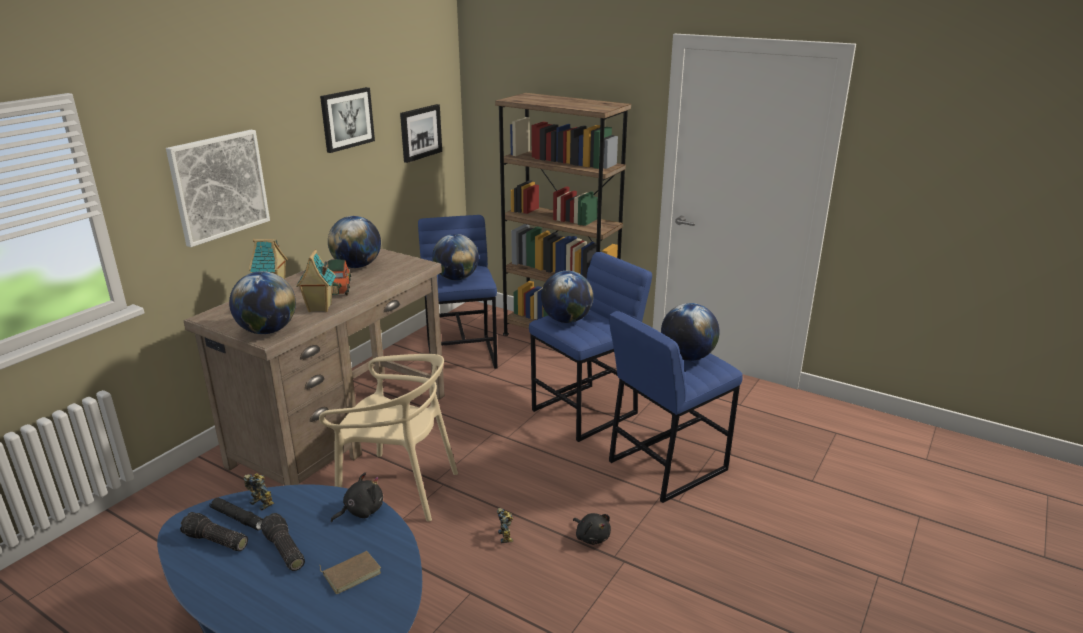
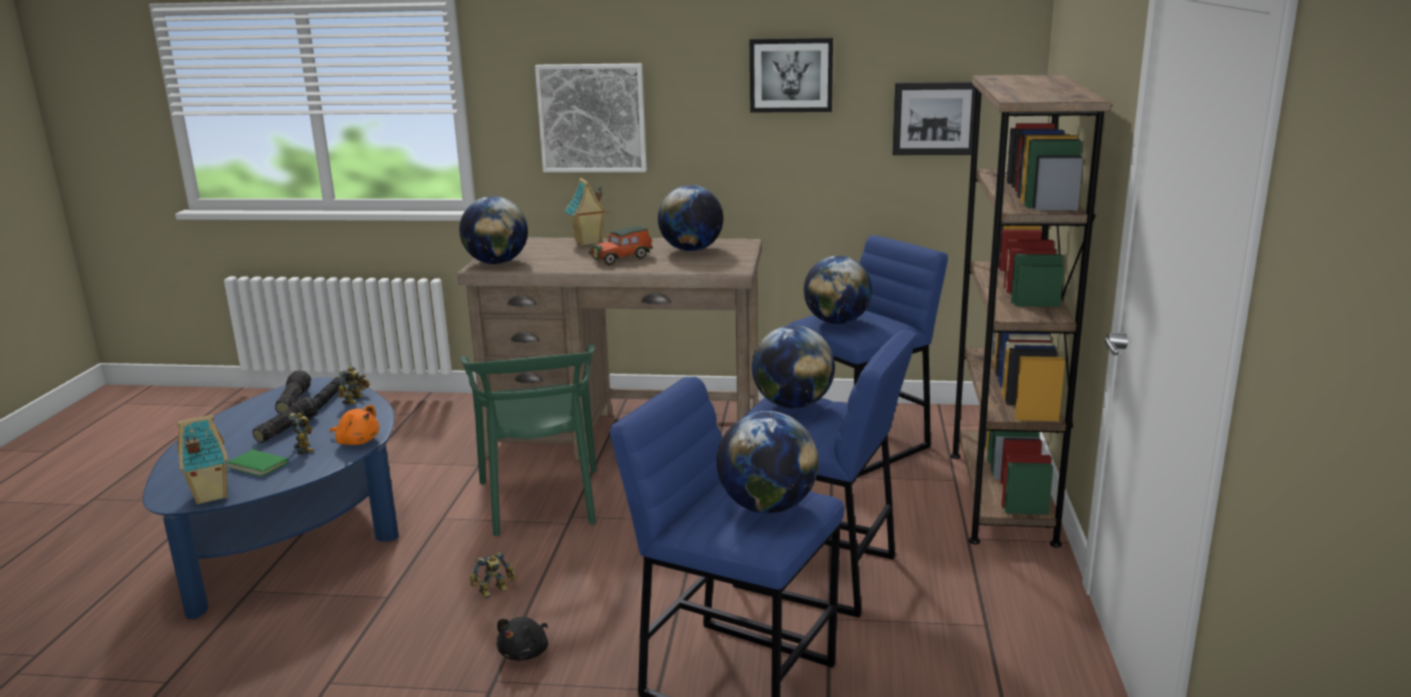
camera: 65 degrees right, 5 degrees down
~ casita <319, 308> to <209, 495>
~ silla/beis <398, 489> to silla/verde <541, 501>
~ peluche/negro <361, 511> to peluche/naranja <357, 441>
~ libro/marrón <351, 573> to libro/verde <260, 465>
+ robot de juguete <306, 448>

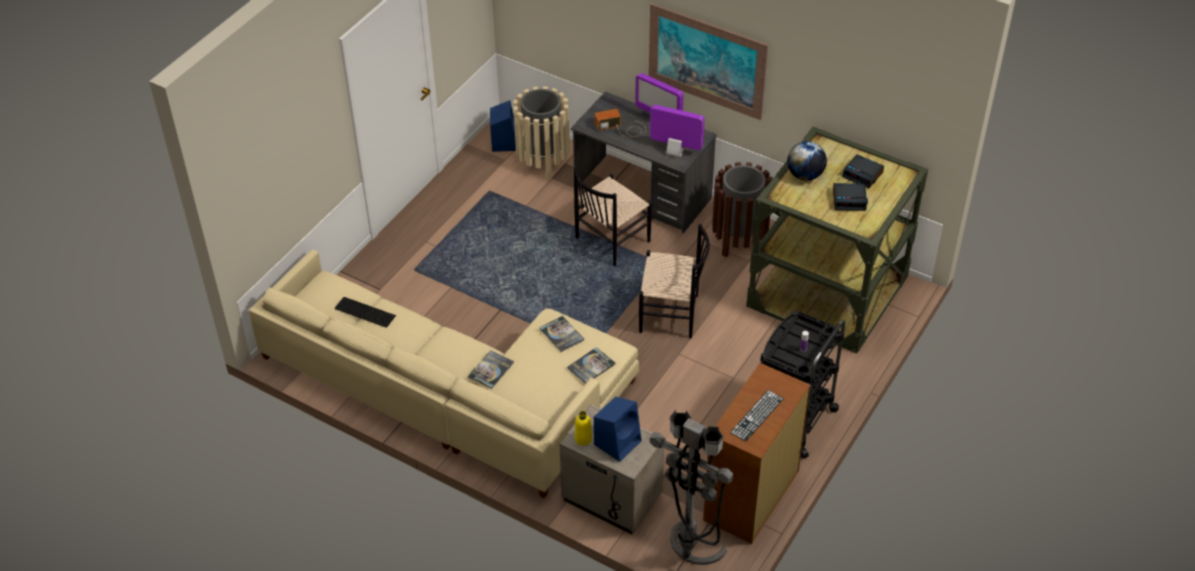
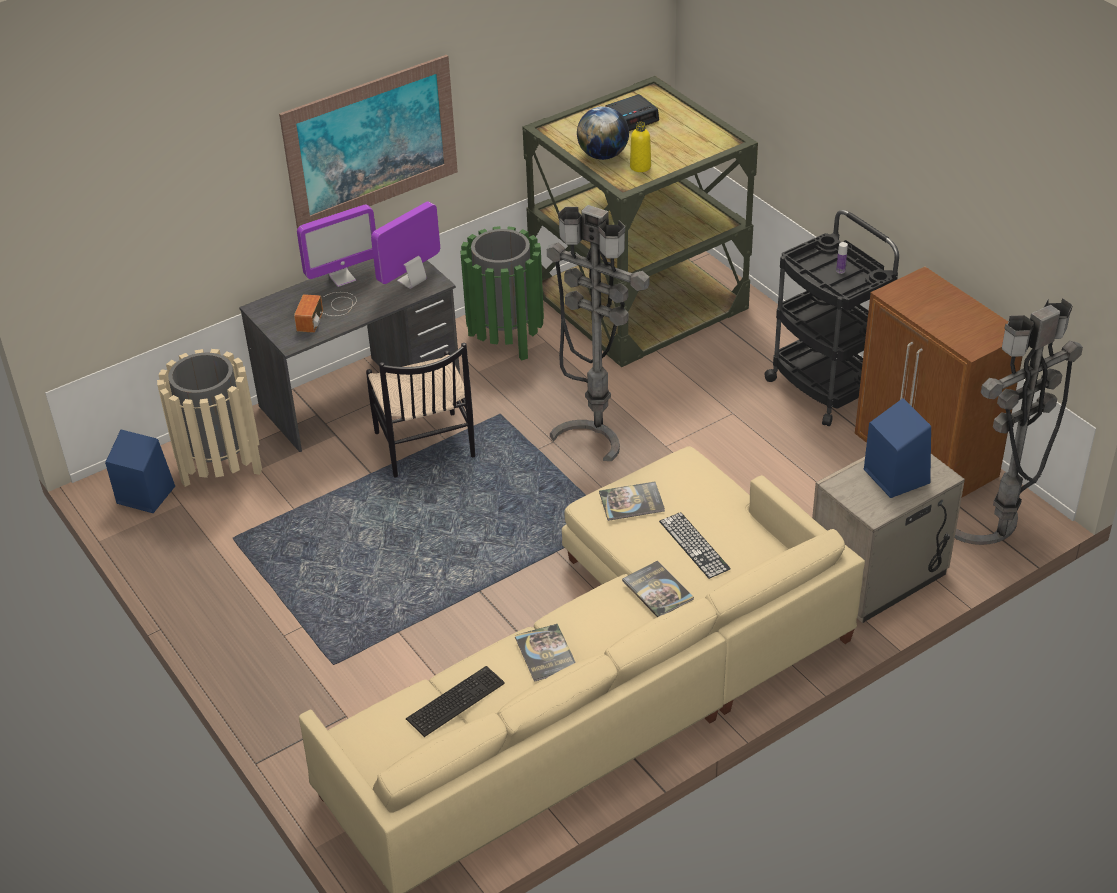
camera: 65 degrees left, 5 degrees down
~ papelera/marrón <739, 240> to papelera/verde <506, 339>
- despertador <849, 200>
~ silla/negro <672, 314> to lámpara de pie/gris <595, 432>
~ libro <591, 366> to <546, 653>
~ teclado <757, 415> to <694, 545>
~ botella/amarillo <583, 439> to <640, 167>

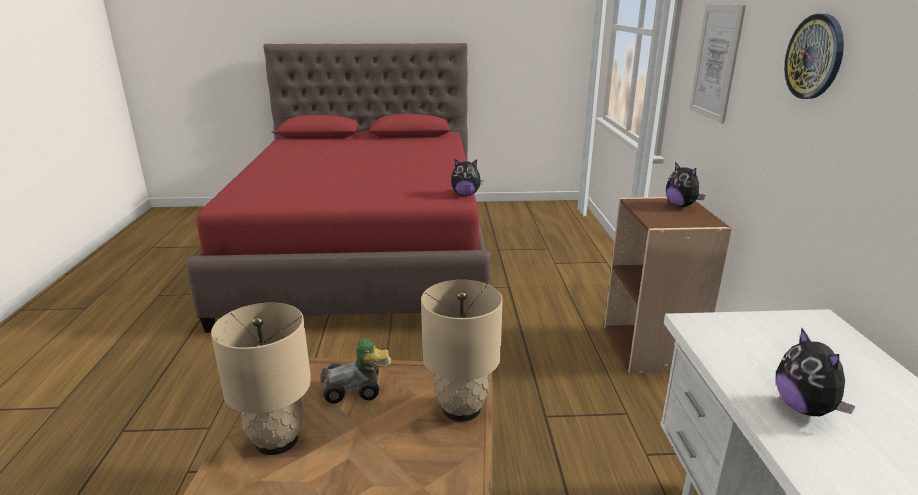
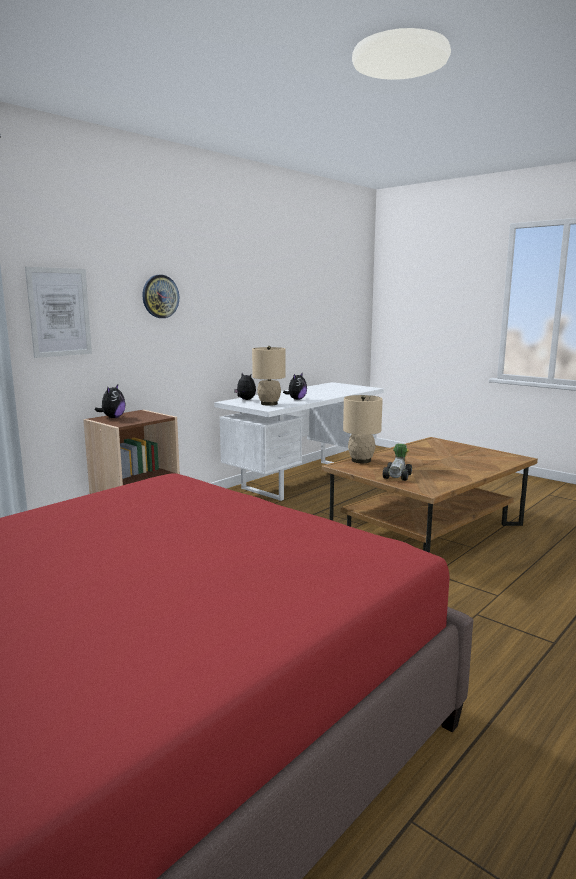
camera: 135 degrees left, 10 degrees down
~ peluche <466, 194> to <245, 400>
~ lámpara de mesa/beis <277, 440> to <269, 404>
~ coche de juguete <356, 390> = <398, 476> 75 degrees clockwise

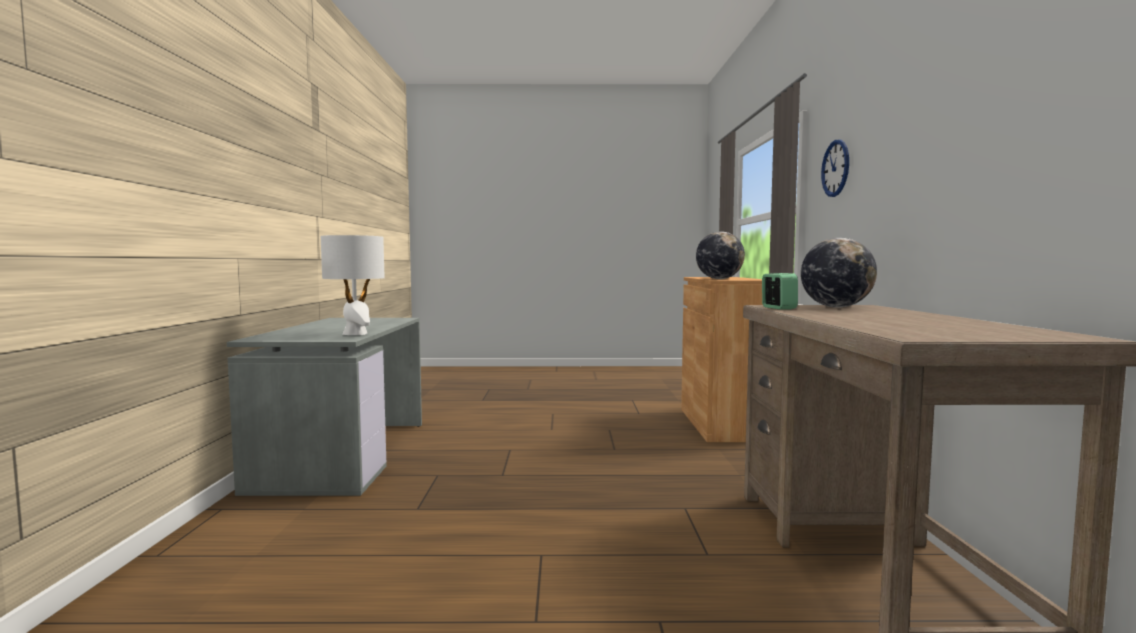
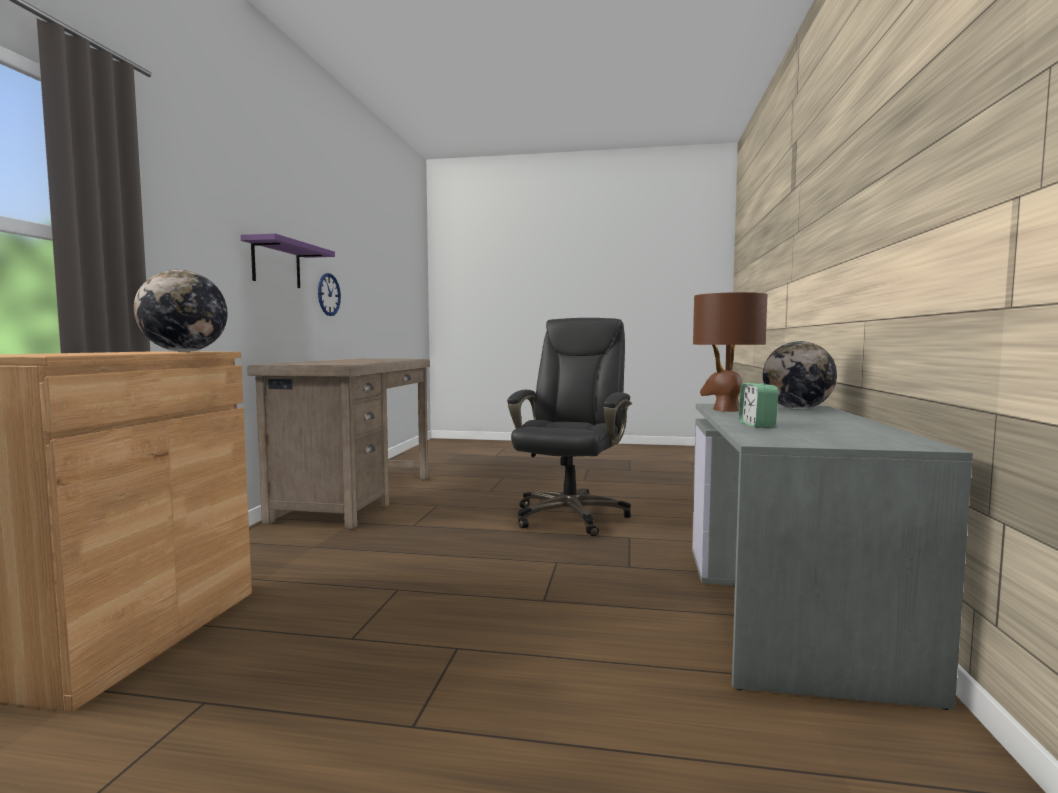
camera: 170 degrees left, 0 degrees up
~ reloj de pared <835, 168> to <328, 294>
~ lámpara de mesa/blanco <355, 334> to lámpara de mesa/marrón <726, 410>
~ globo terráqueo <836, 307> to <797, 409>
~ despertador <778, 308> to <757, 425>
+ estante/morado <276, 264>
+ silla de oficina/negro <569, 518>

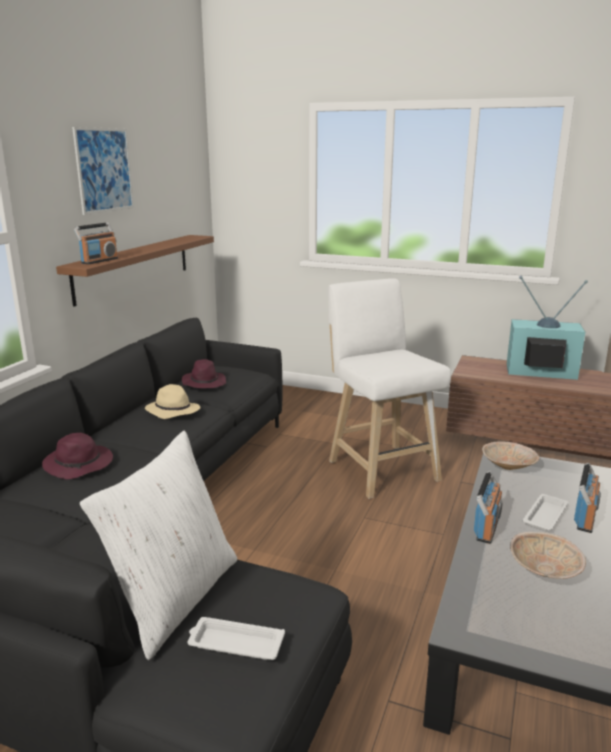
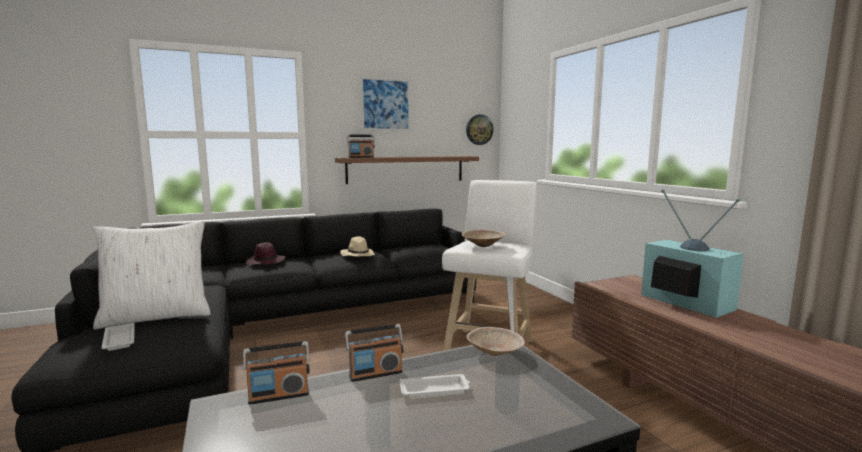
camera: 45 degrees right, 10 degrees down
- sombrero/morado <204, 383>
~ radio <585, 518> to <279, 395>
~ cuenco/beis <544, 571> to <482, 246>
+ reloj de pared <479, 129>

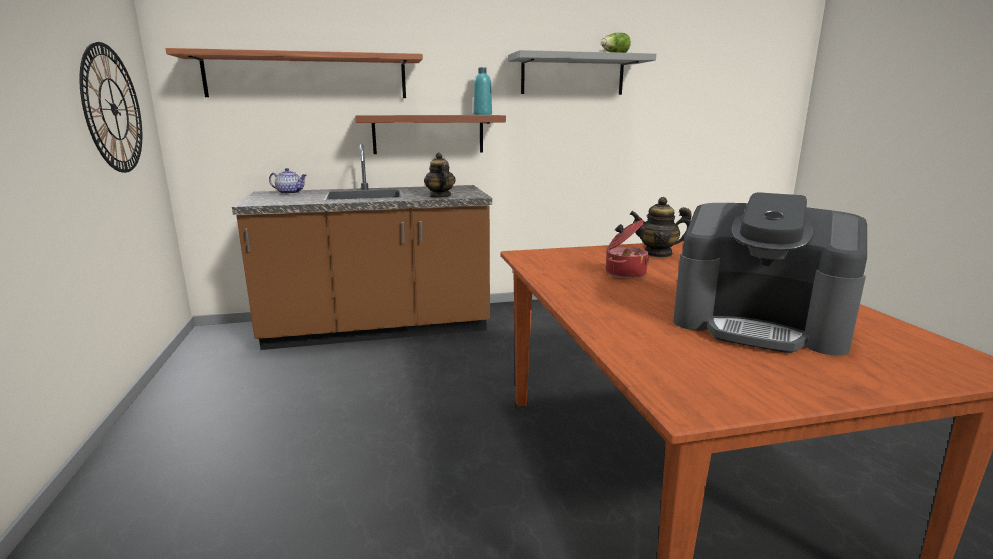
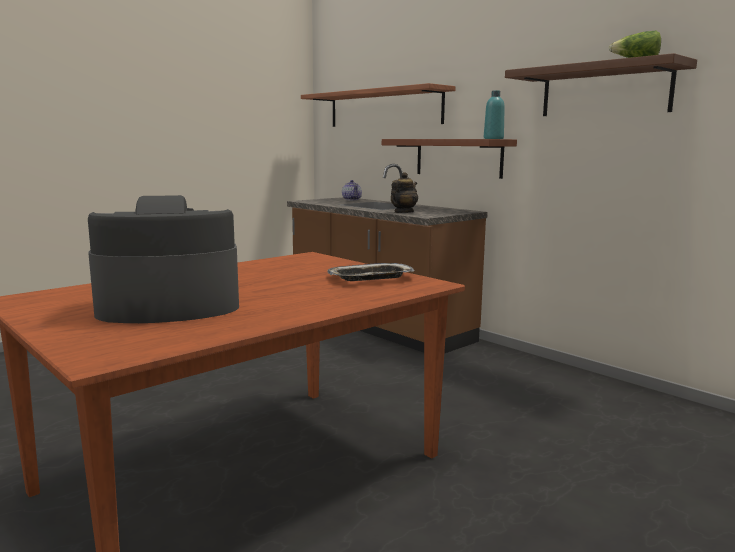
camera: 60 degrees right, 5 degrees down
- reloj de pared <113, 109>
~ estante/gris <572, 75> to estante/marrón <604, 91>
~ cafetera <759, 324> = <168, 306> 75 degrees clockwise
~ tetera <658, 253> to bandeja <370, 278>
- olla <624, 273>

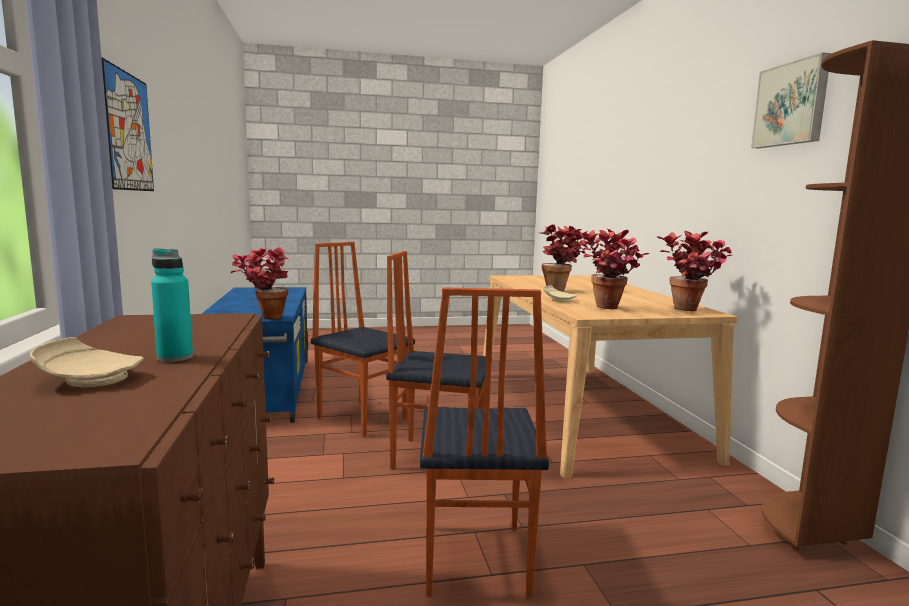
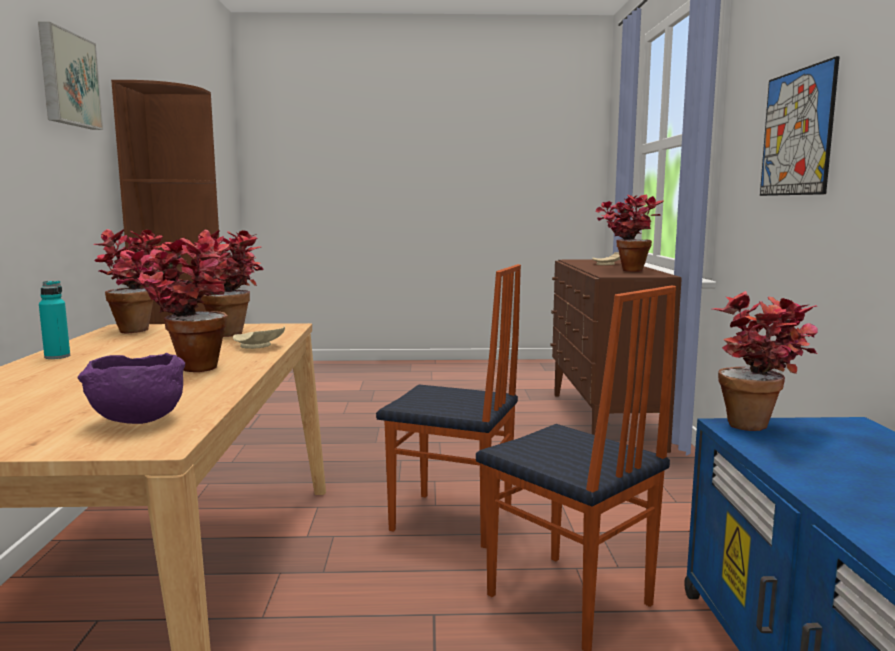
camera: 170 degrees left, 0 degrees up
~ botella/turquesa <175, 357> to <57, 356>
- silla <473, 559>
+ planta en maceta <625, 270>
+ cuenco/morado <136, 421>

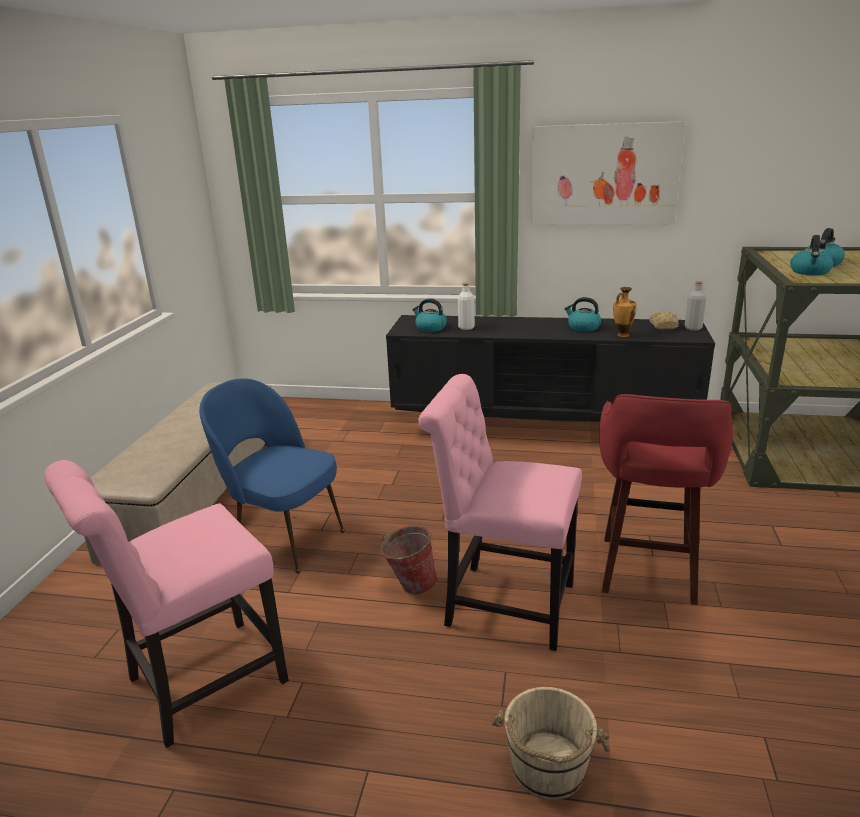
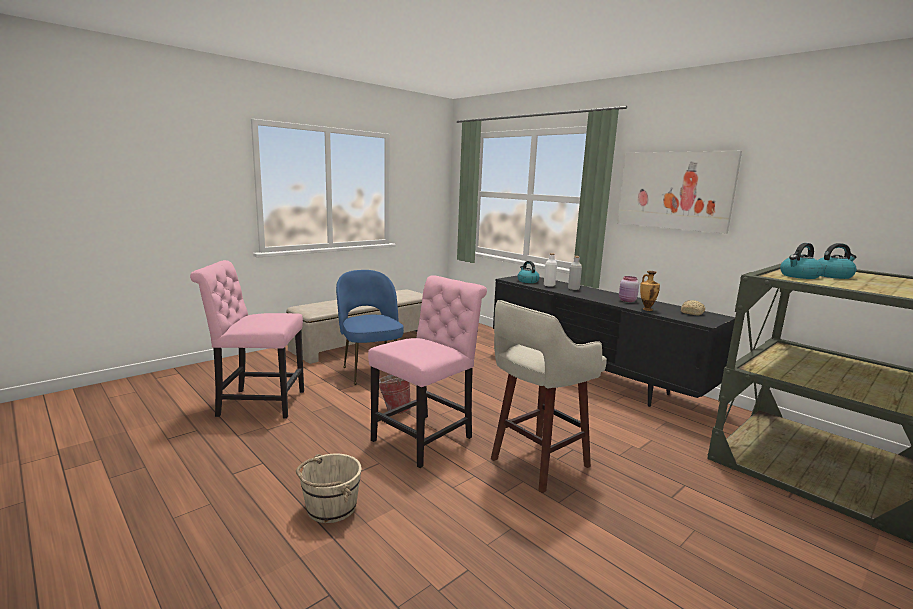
camera: 35 degrees right, 10 degrees down
~ botella/gris <693, 328> to <573, 288>
~ hervidor <583, 327> to tarro/rosa <627, 301>
~ silla/rosa <502, 603> = <426, 437> 75 degrees clockwise
~ taburete/rojo <646, 573> to taburete/beis <536, 464>

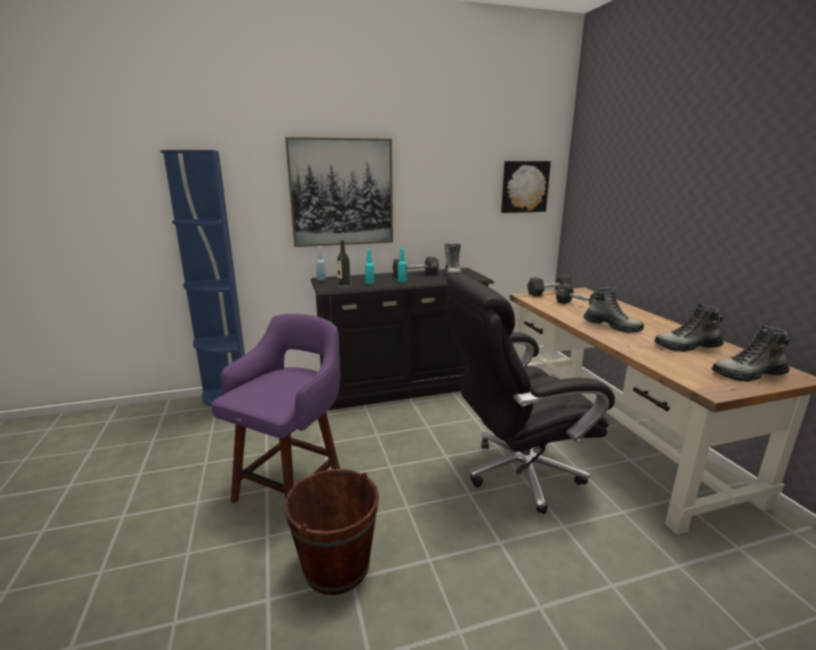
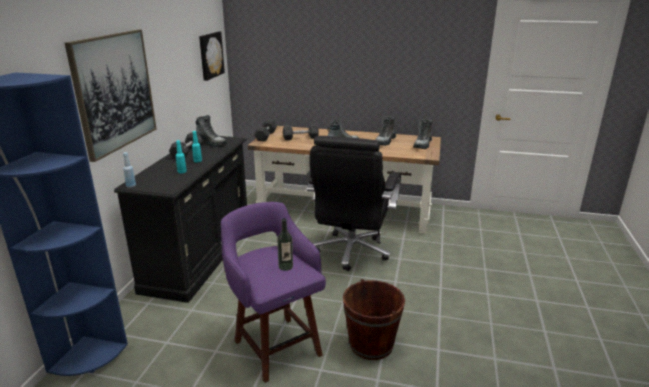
camera: 60 degrees left, 5 degrees up
~ botella <344, 286> to <285, 266>

